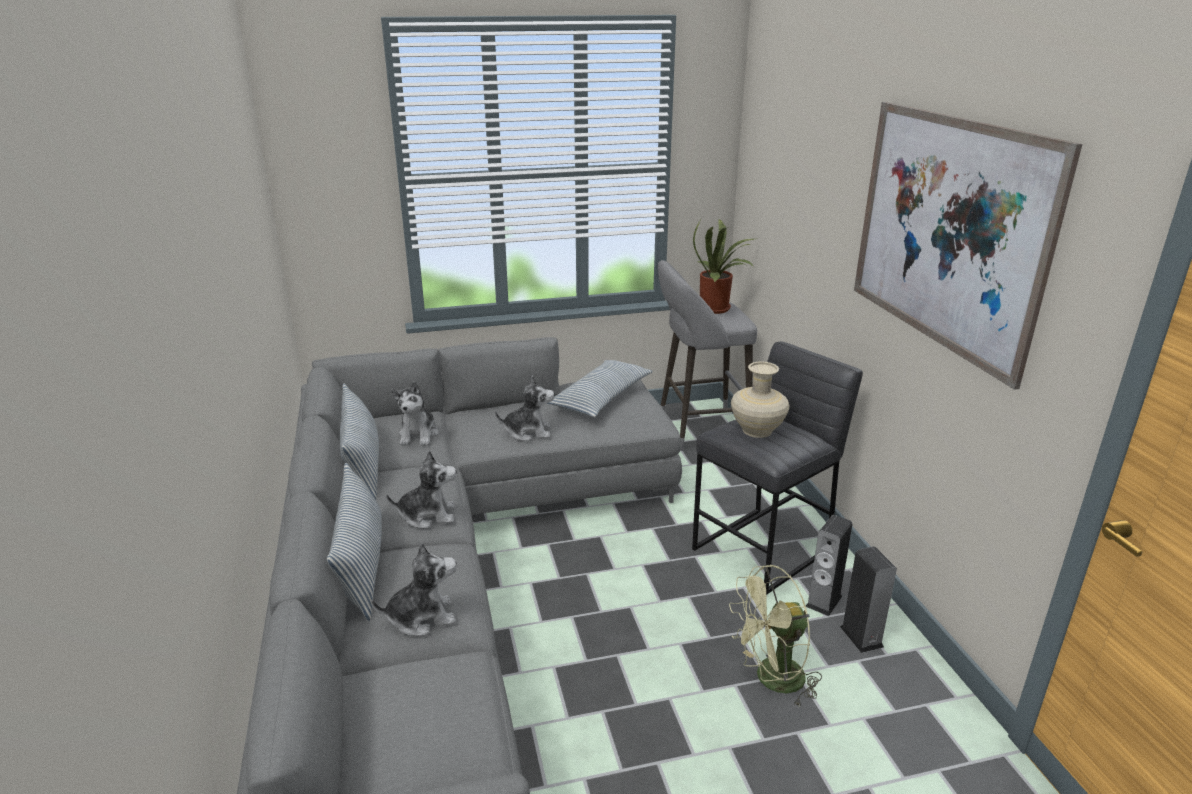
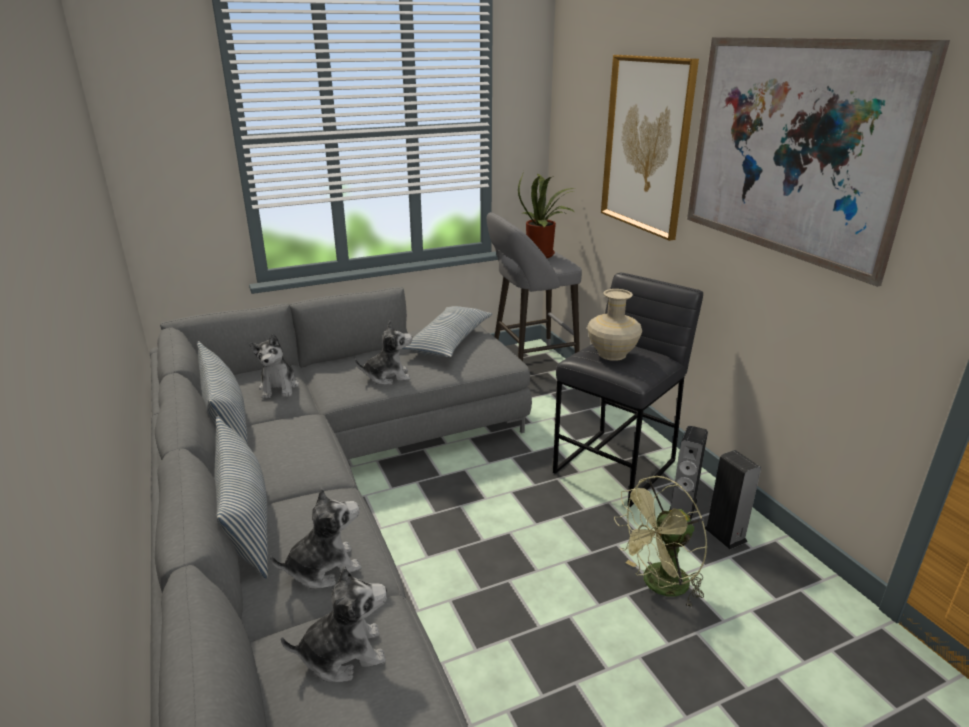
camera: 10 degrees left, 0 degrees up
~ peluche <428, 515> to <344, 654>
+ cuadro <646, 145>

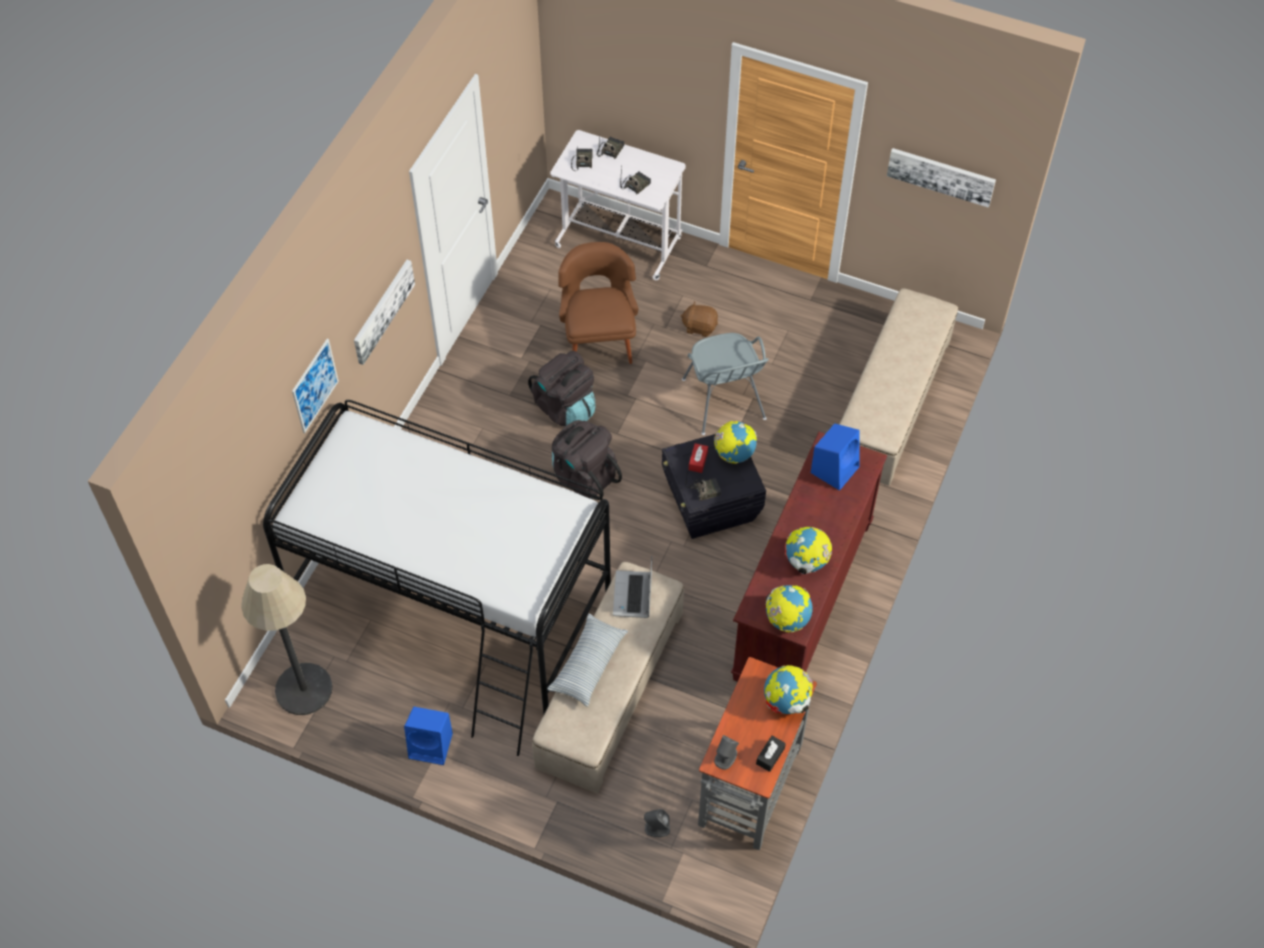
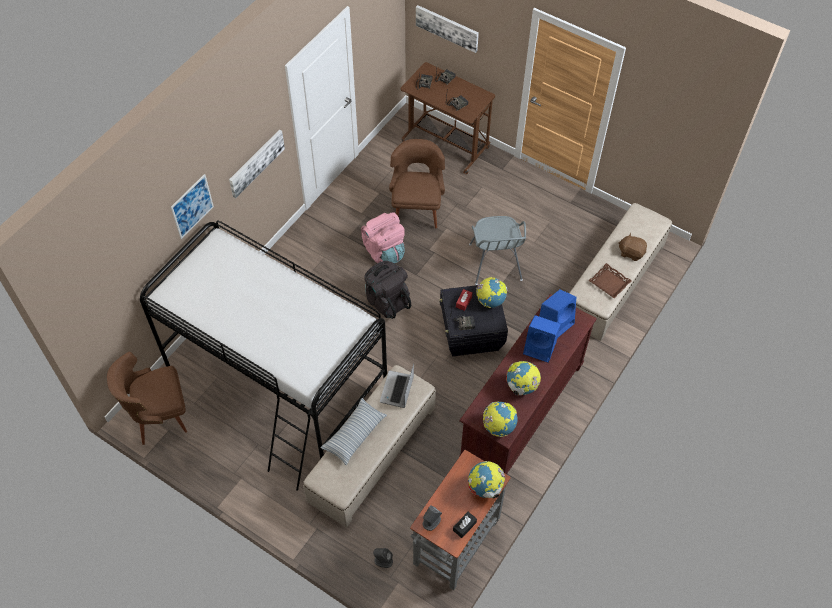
camera: 10 degrees right, 0 degrees up
~ escritorio/blanco <619, 242> to escritorio/marrón <445, 145>
~ cuadro <941, 176> to <447, 28>
~ peluche/marrón <699, 326> to <631, 252>
~ mochila/negro <565, 407> to mochila/rosa <384, 251>
~ lámpara de pie <303, 689> to silla/marrón <161, 418>
~ altavoz/azul <432, 745> to <540, 348>
+ bandeja/marrón <609, 282>

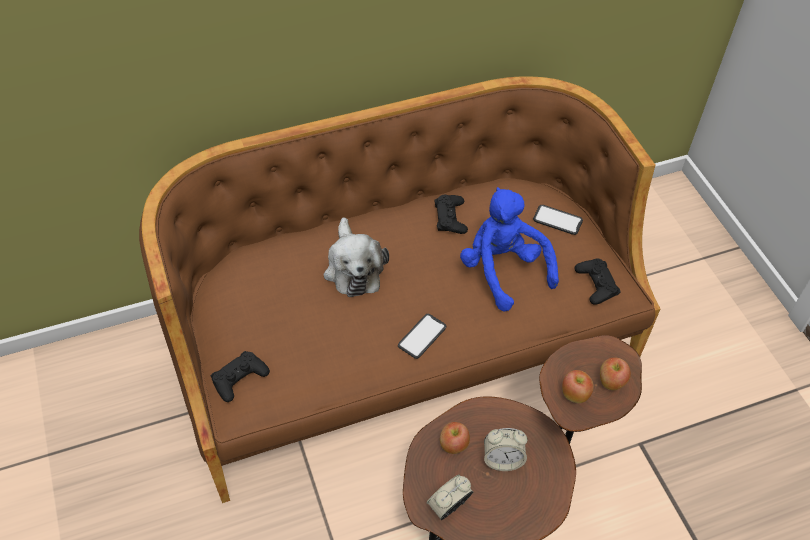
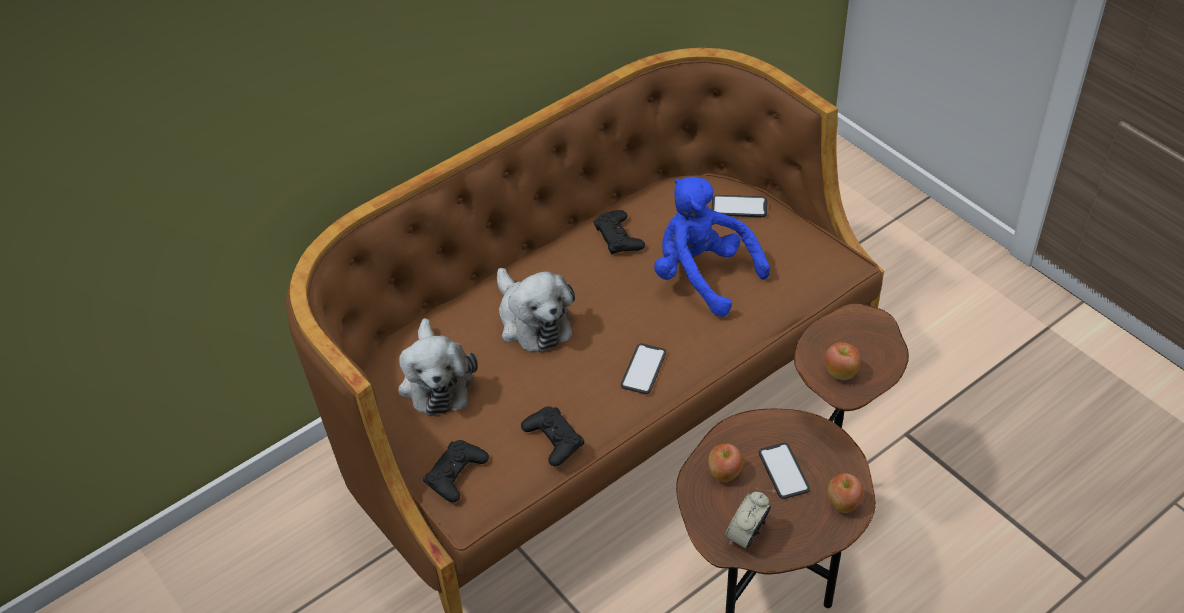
camera: 15 degrees left, 5 degrees down
~ mando de consola/negro <596, 284> to <553, 439>
~ manzana <611, 382> to <843, 503>
~ despertador <502, 459> to móvil <783, 471>
+ peluche <436, 380>

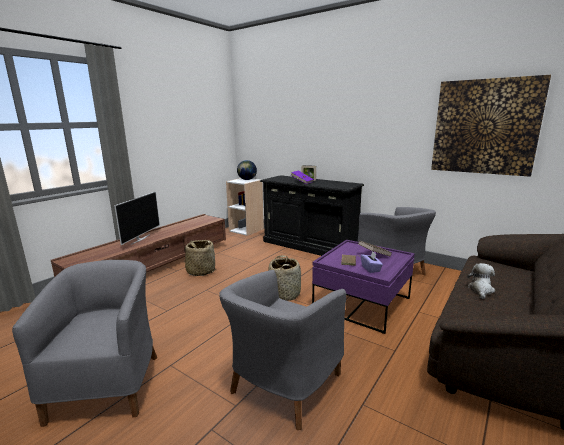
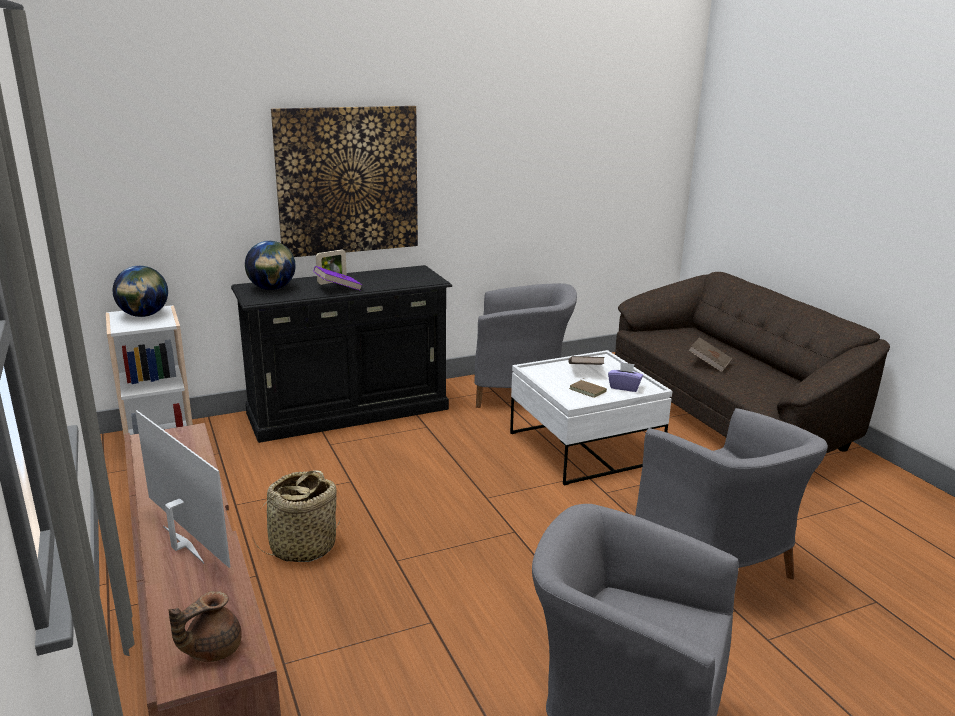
camera: 60 degrees left, 5 degrees up
~ cuadro <484, 127> to <348, 181>
~ mesa de centro/morado <362, 303> to mesa de centro/blanco <584, 447>
- cesta <284, 294>
~ peluche <480, 290> to libro/marrón <709, 364>
+ globo terráqueo <272, 288>
+ tetera/marrón <211, 649>

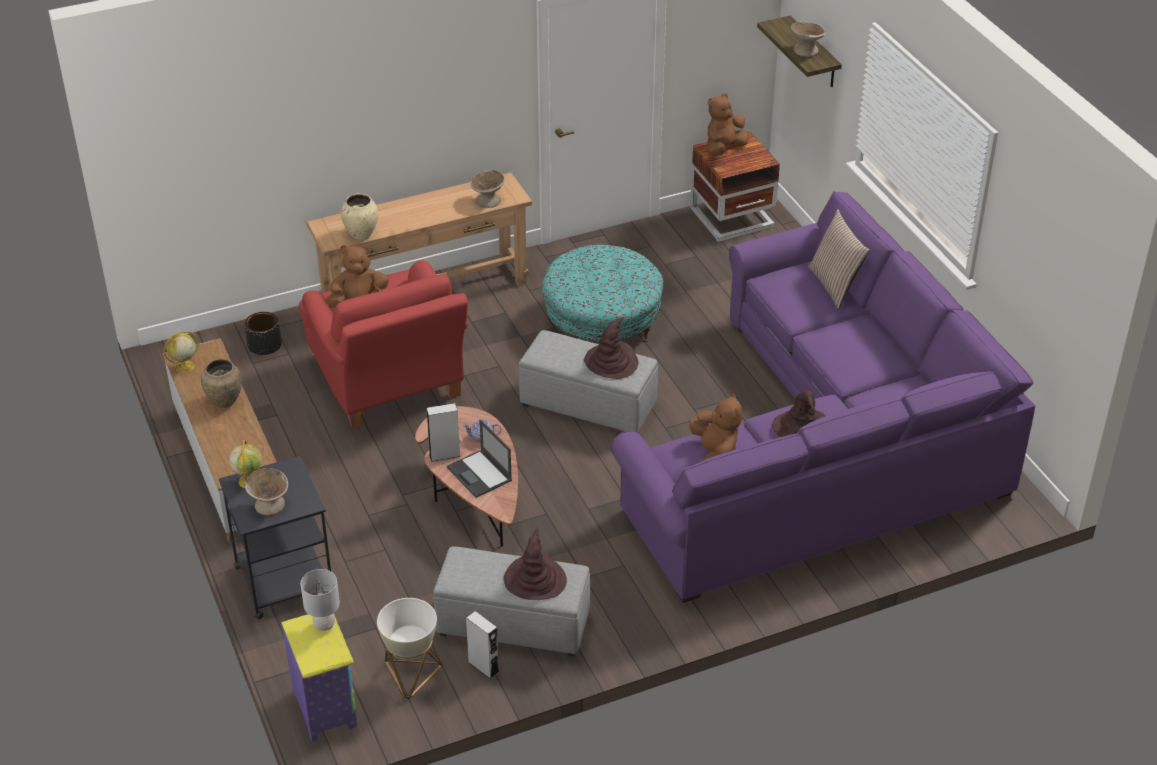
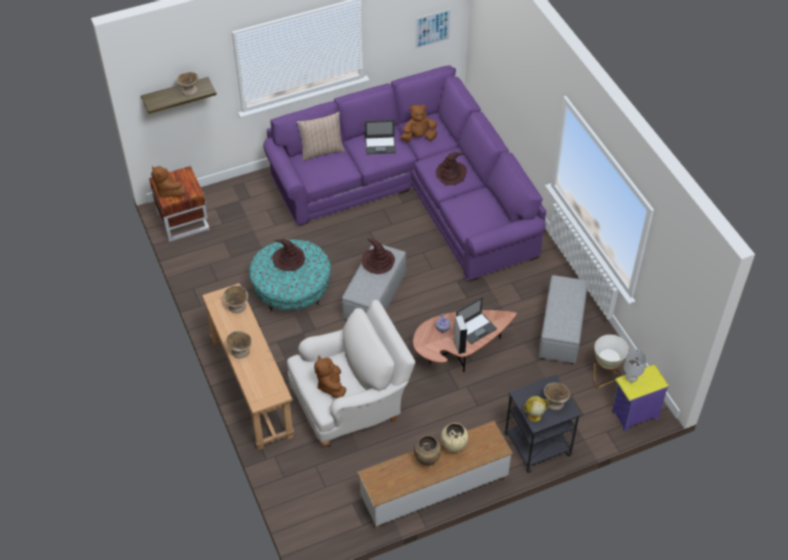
camera: 90 degrees left, 10 degrees up
~ florero/beis <361, 235> to <454, 447>
~ sillón/rojo <388, 384> to sillón/blanco <351, 403>
- maceta/negro <264, 345>
- globo terráqueo <184, 367>
~ peluche/marrón <715, 454> to <418, 137>
~ sombrero/marrón <535, 579> to <289, 259>
- altavoz/gris <483, 667>
+ cuadro <432, 28>
+ portátil <380, 145>
+ cuenco/beis <240, 351>

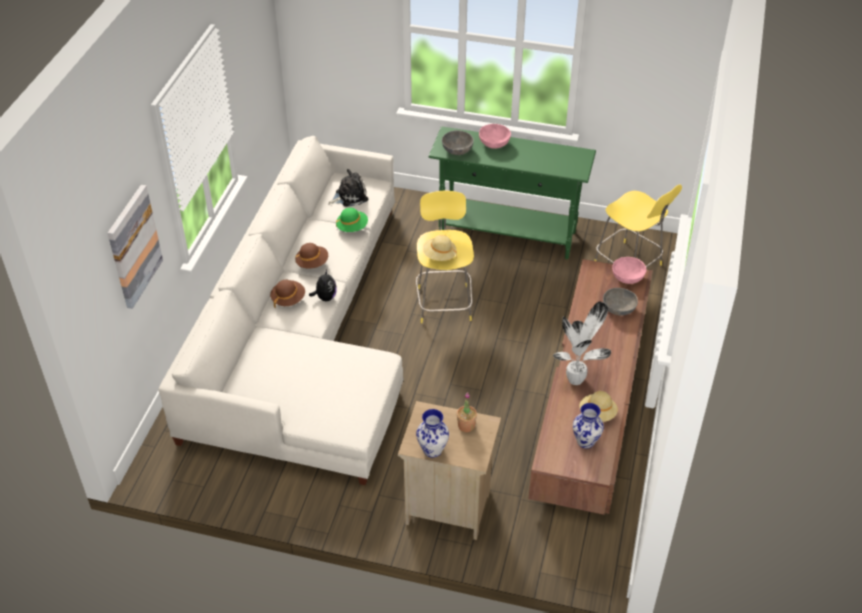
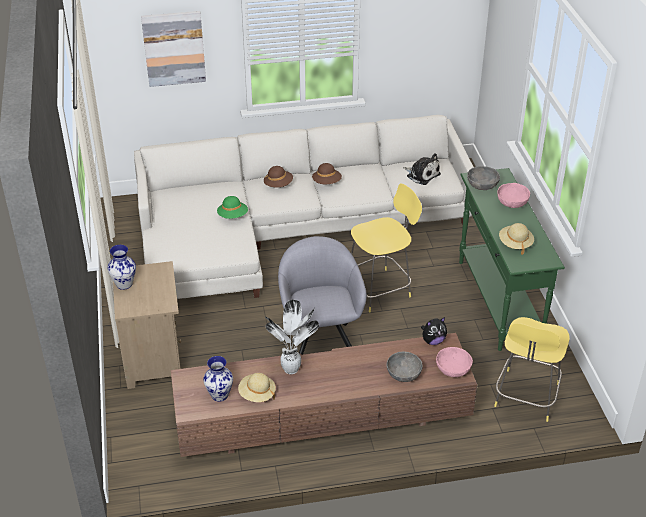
camera: 65 degrees right, 5 degrees down
~ sombrero/verde <352, 227> to <233, 216>
~ sombrero/beis <439, 255> to <515, 244>
~ peluche <325, 297> to <433, 341>
- planta en maceta <466, 426>
+ sillón/gris <320, 342>

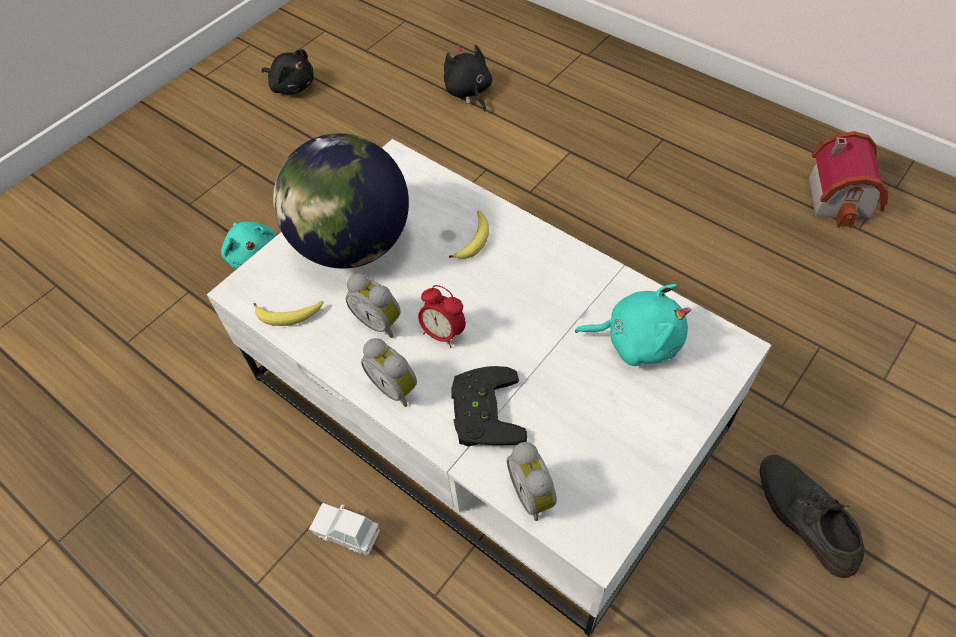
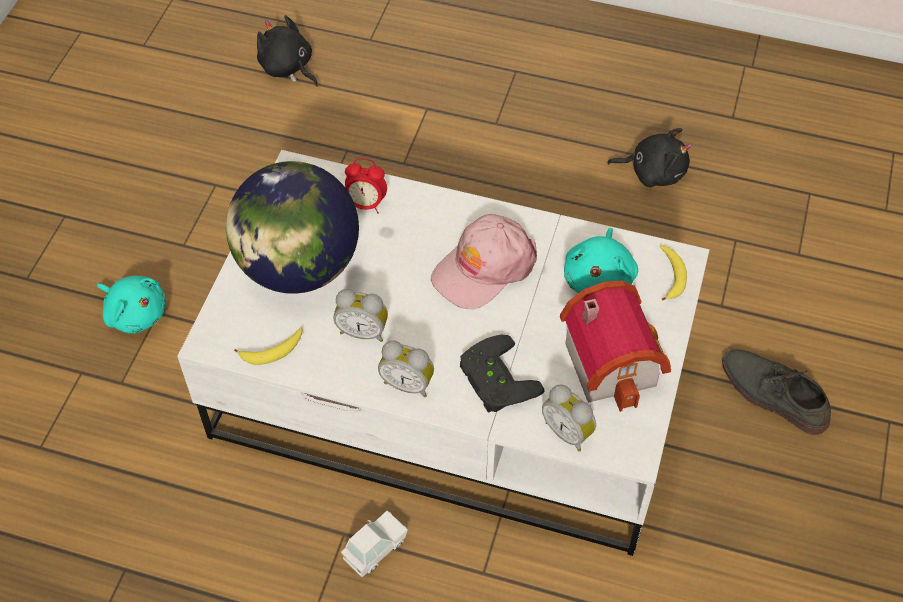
camera: 25 degrees left, 0 degrees up
~ peluche/negro <292, 86> to <653, 172>
~ casita <843, 197> to <615, 361>
~ plátano <474, 240> to <671, 276>
~ peluche/turquesa <637, 340> = <599, 278> 120 degrees clockwise
~ despertador <443, 333> to <366, 204>
~ coche de juguete/blanco <347, 533> = <375, 549> 135 degrees clockwise
+ gorra/rosa <483, 268>

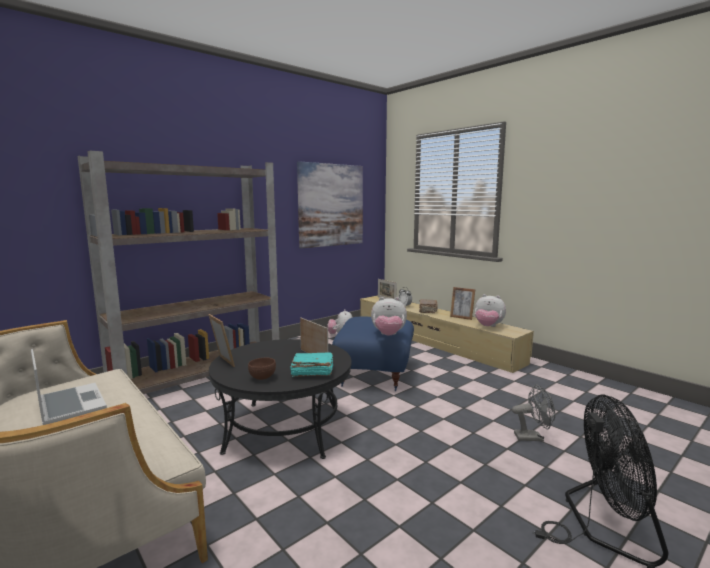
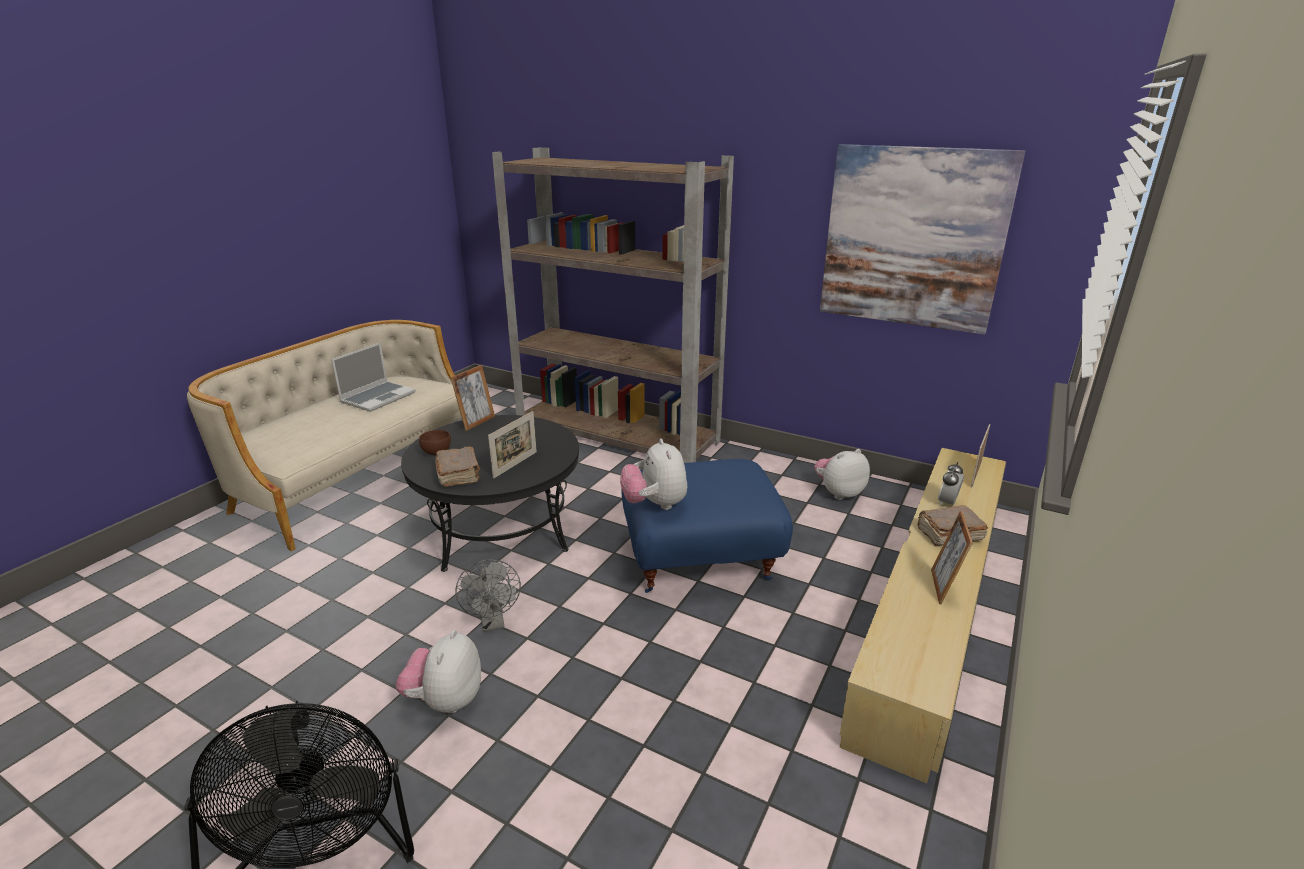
camera: 70 degrees right, 15 degrees up
~ peluche <488, 326> to <445, 700>
~ libro/turquesa <312, 372> to libro/marrón <459, 475>
~ ventilador/gris <533, 437> to <493, 622>

